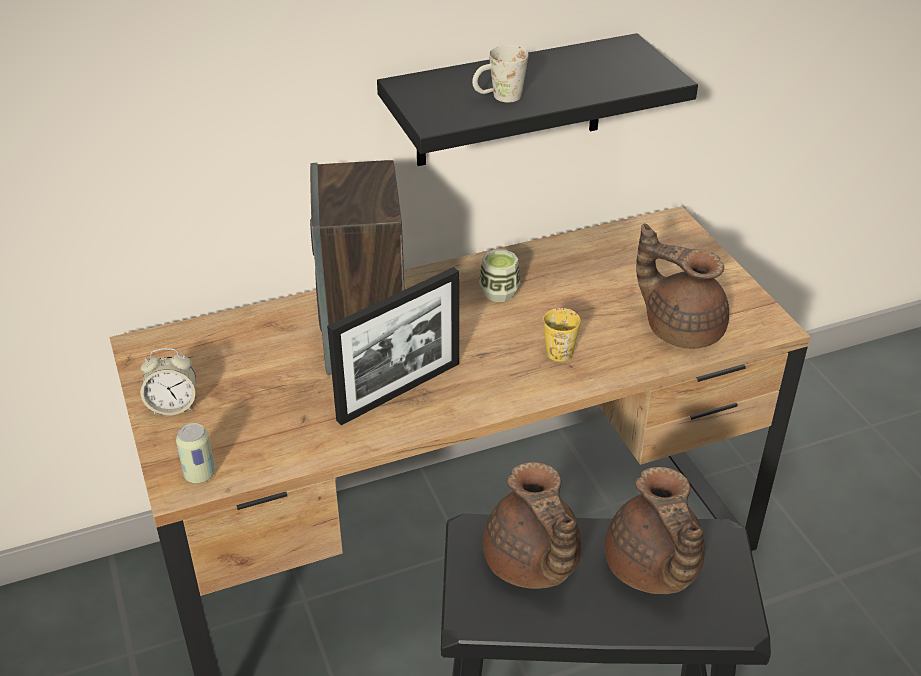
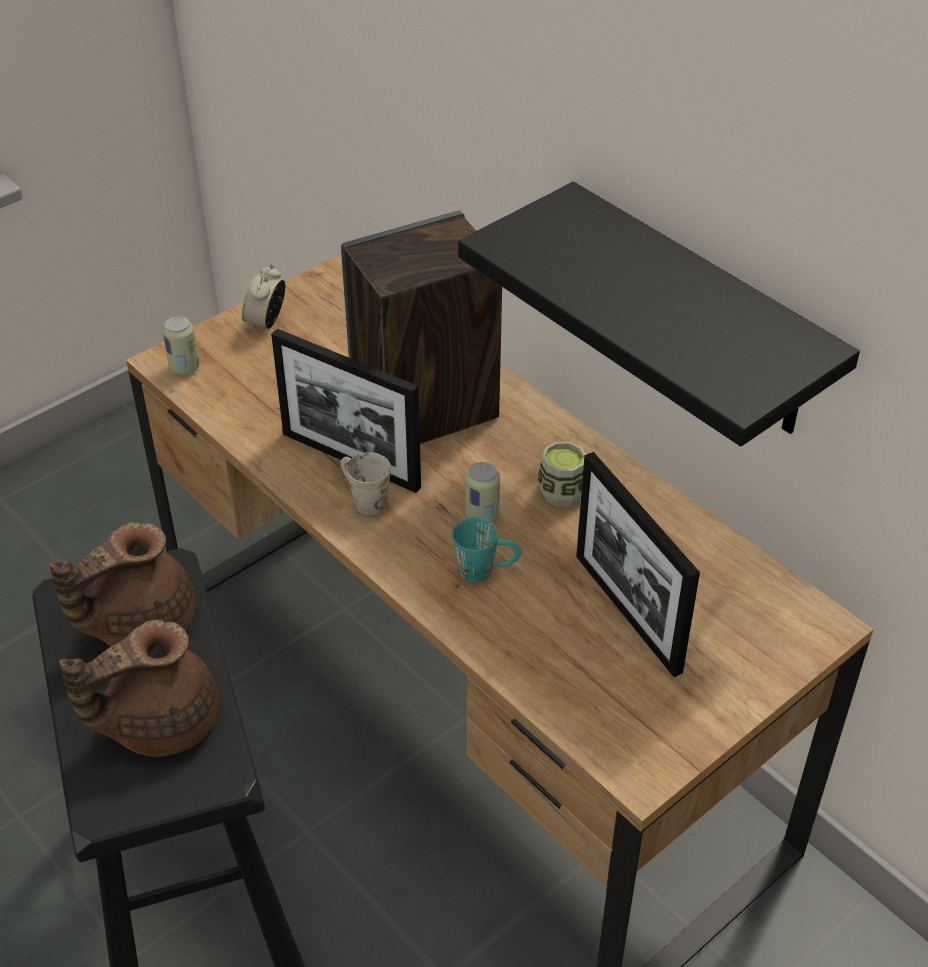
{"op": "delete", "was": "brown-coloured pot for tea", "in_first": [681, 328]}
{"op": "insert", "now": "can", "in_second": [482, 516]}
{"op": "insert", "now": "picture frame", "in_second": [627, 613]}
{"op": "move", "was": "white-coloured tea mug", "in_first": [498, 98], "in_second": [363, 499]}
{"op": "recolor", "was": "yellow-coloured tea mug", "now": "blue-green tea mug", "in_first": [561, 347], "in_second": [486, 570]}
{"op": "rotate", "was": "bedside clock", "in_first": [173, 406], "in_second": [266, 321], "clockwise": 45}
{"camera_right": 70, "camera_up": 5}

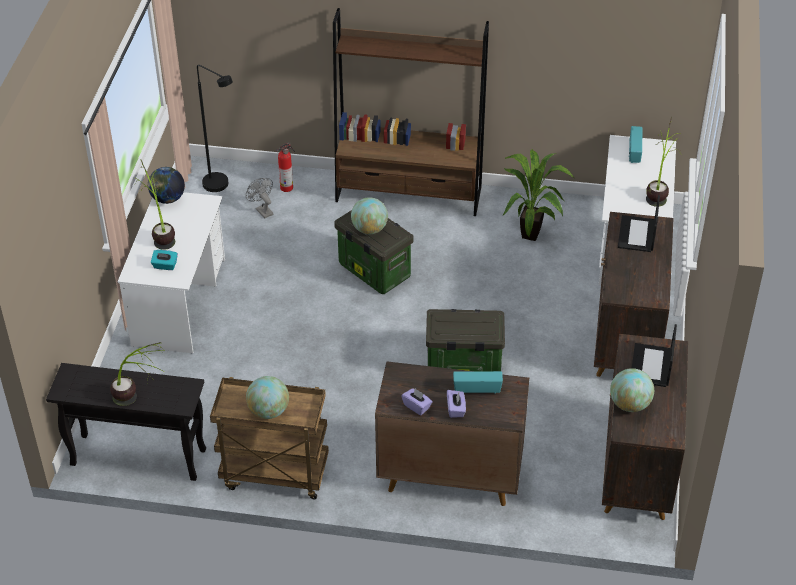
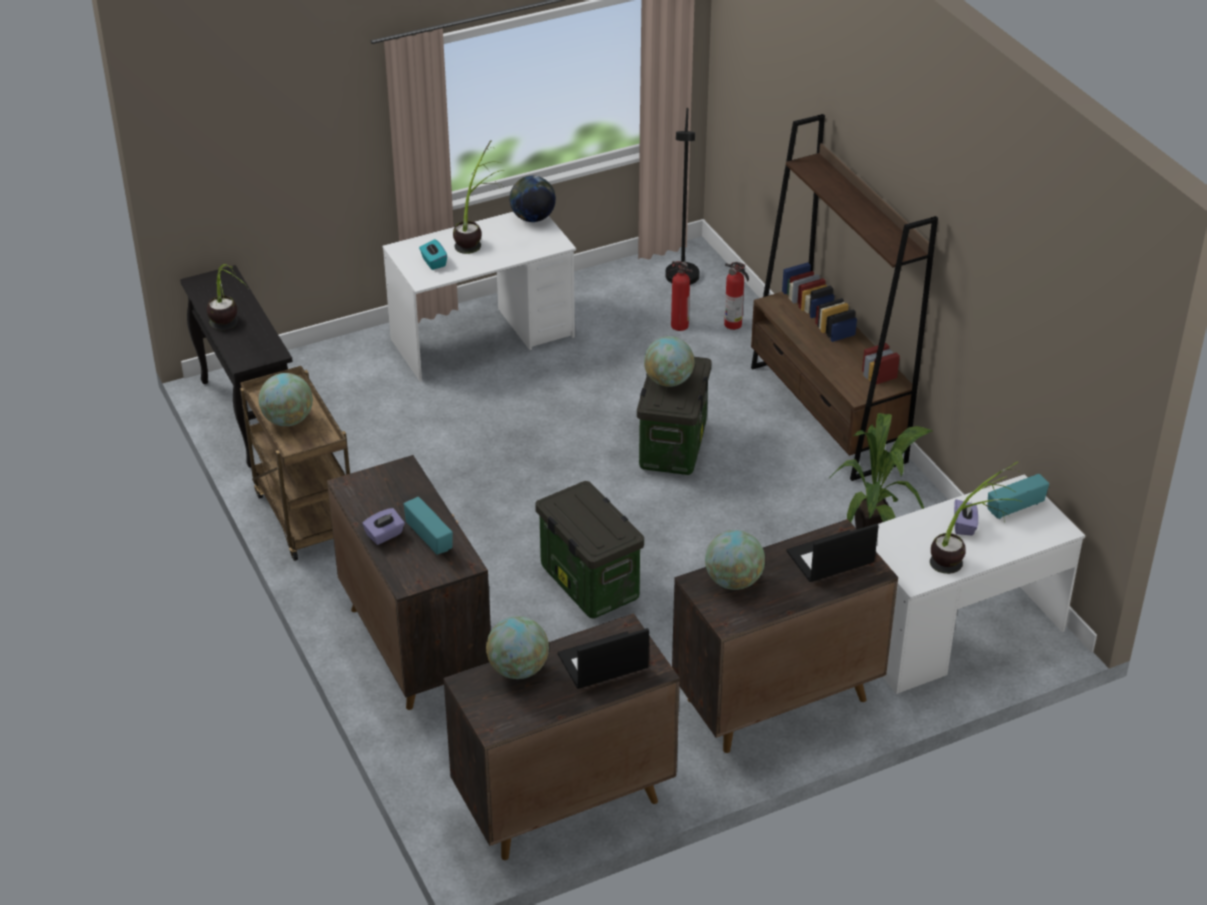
{"op": "insert", "now": "globe", "in_second": [733, 581]}
{"op": "move", "was": "purple tissue box", "in_first": [417, 406], "in_second": [964, 526]}
{"op": "replace", "was": "greyish electric fan", "now": "fire-fighting cylinder", "in_first": [262, 210], "in_second": [678, 325]}
{"camera_right": 55, "camera_up": -5}

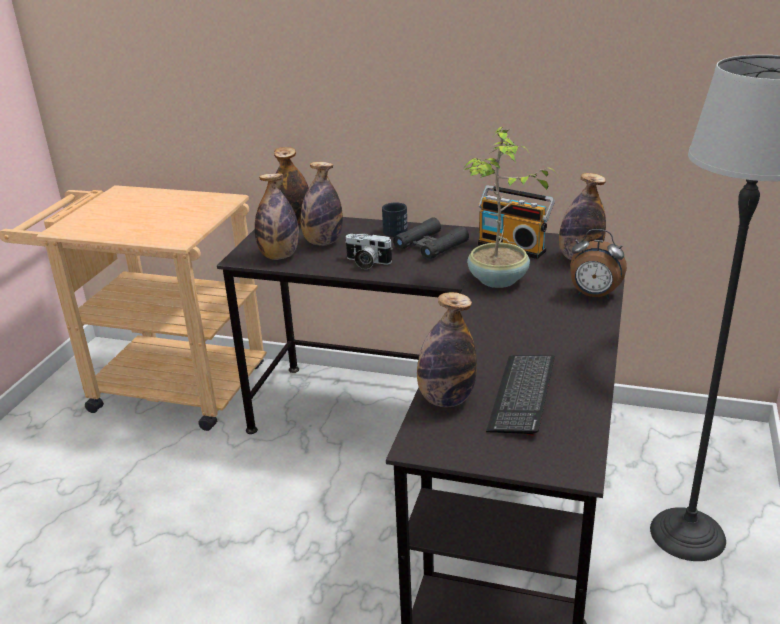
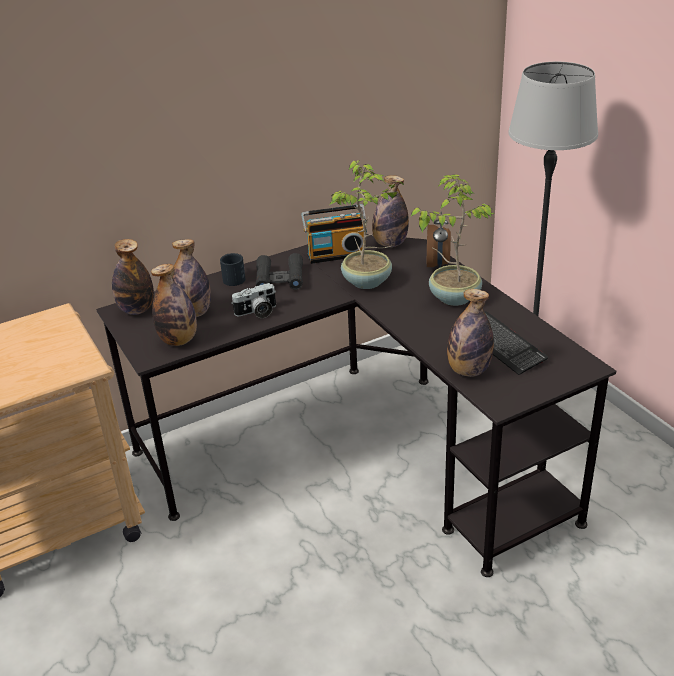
{"op": "insert", "now": "houseplant", "in_second": [453, 297]}
{"op": "rotate", "was": "bedside clock", "in_first": [594, 295], "in_second": [438, 264], "clockwise": -60}
{"camera_right": -45, "camera_up": 5}

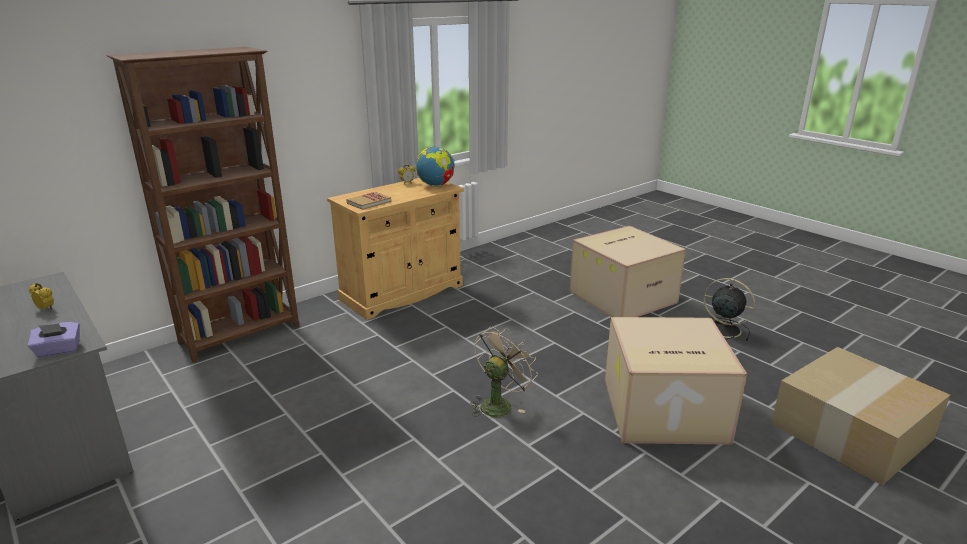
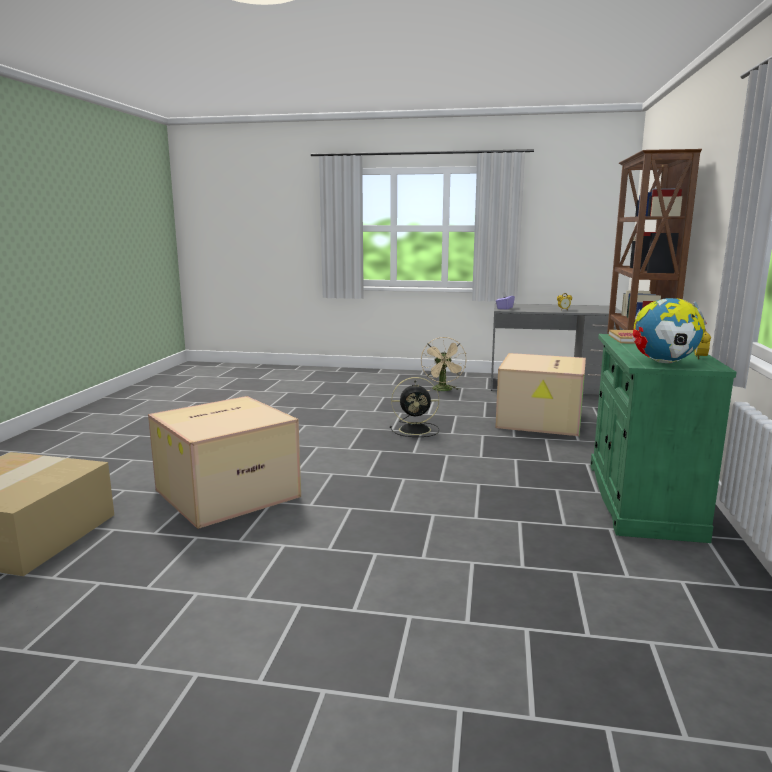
{"op": "move", "was": "sand-coloured electric fan", "in_first": [499, 403], "in_second": [443, 390]}
{"op": "move", "was": "carton", "in_first": [623, 296], "in_second": [541, 420]}
{"op": "move", "was": "black-coloured electric fan", "in_first": [722, 329], "in_second": [416, 430]}
{"op": "recolor", "was": "sand-coloured cupboard", "now": "green-coloured cupboard", "in_first": [402, 292], "in_second": [641, 499]}
{"camera_right": 140, "camera_up": -10}

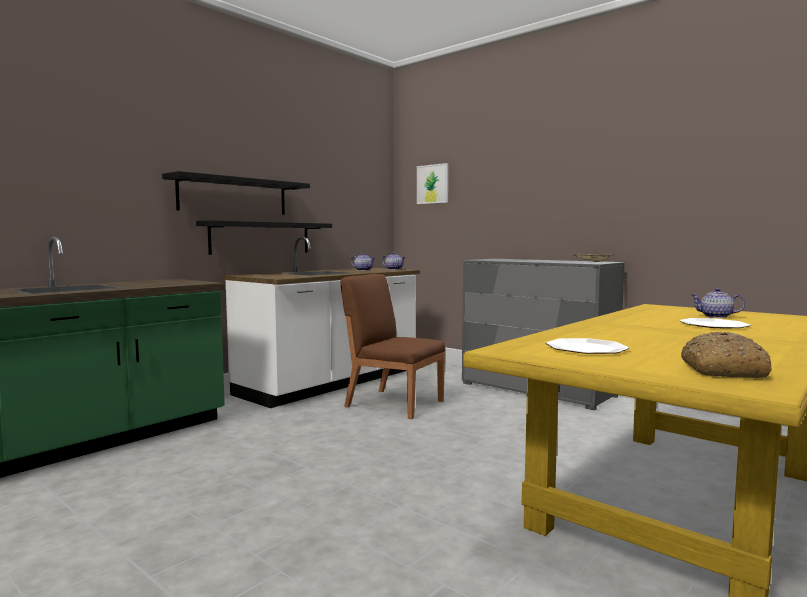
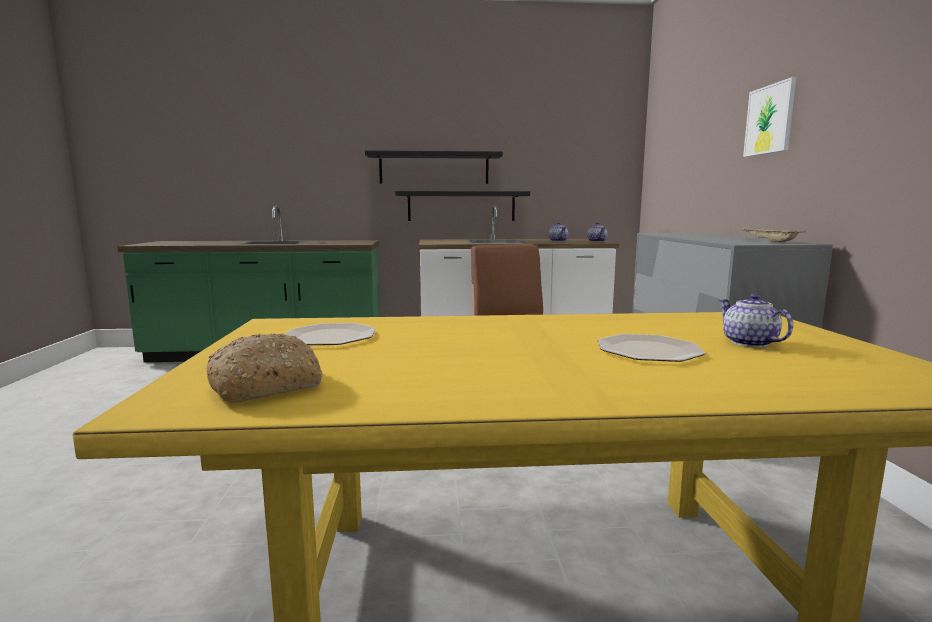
{"op": "move", "was": "picture", "in_first": [432, 184], "in_second": [769, 119]}
{"camera_right": 45, "camera_up": 5}

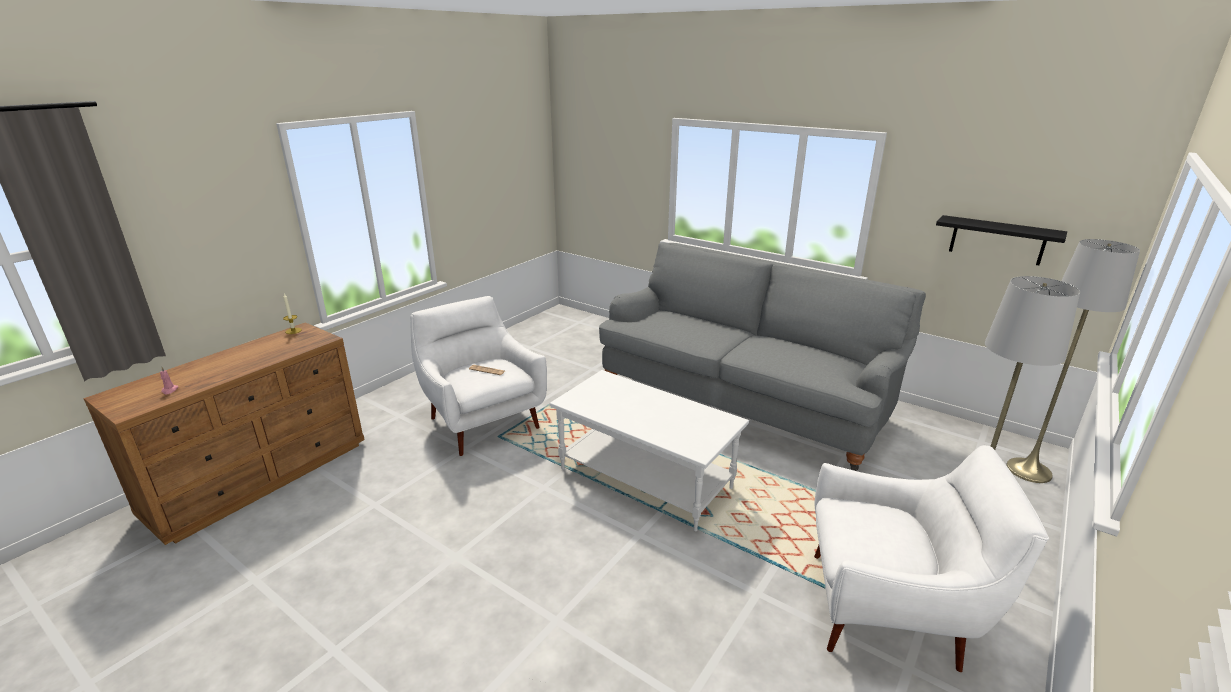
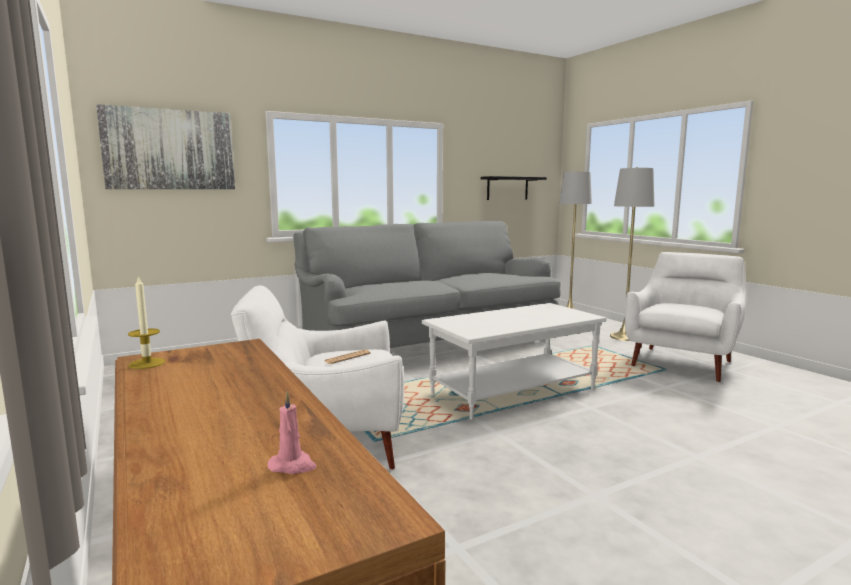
{"op": "insert", "now": "picture", "in_second": [170, 149]}
{"camera_right": -65, "camera_up": -15}

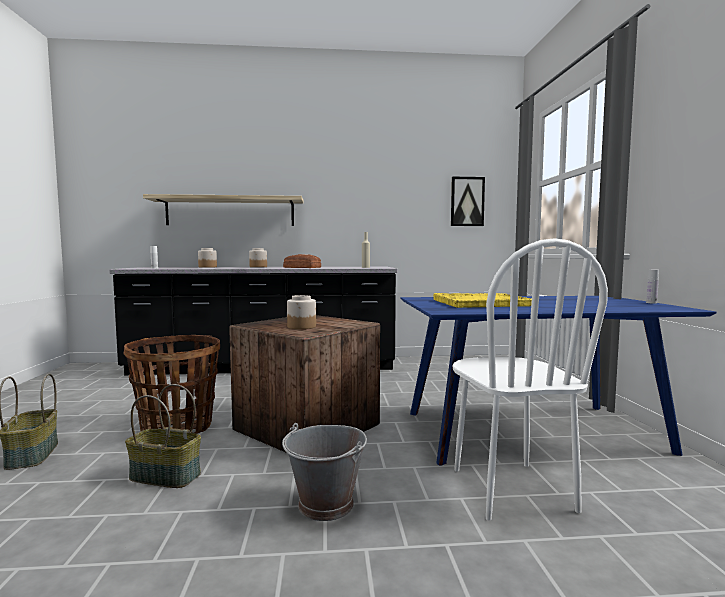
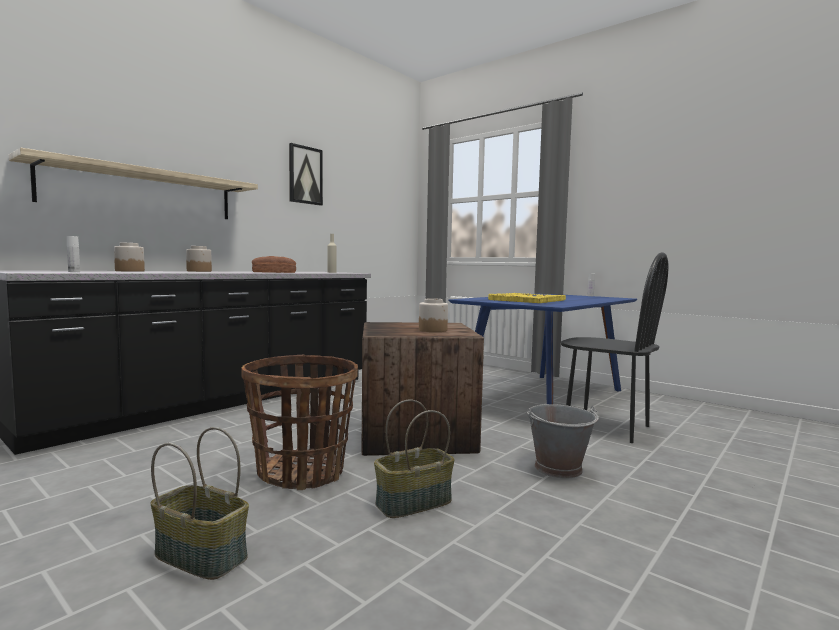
{"op": "move", "was": "picture", "in_first": [467, 201], "in_second": [305, 175]}
{"op": "recolor", "was": "white-coloured plain chair", "now": "black-coloured plain chair", "in_first": [510, 489], "in_second": [606, 427]}
{"camera_right": -45, "camera_up": 0}

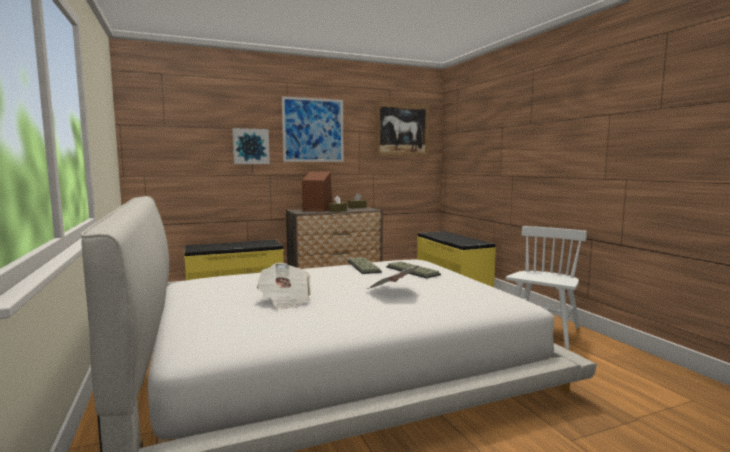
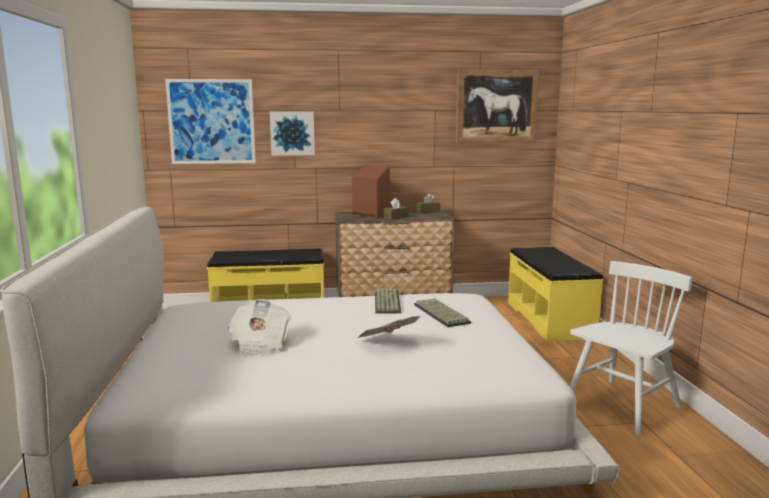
{"op": "move", "was": "picture", "in_first": [313, 130], "in_second": [211, 121]}
{"camera_right": 15, "camera_up": 5}

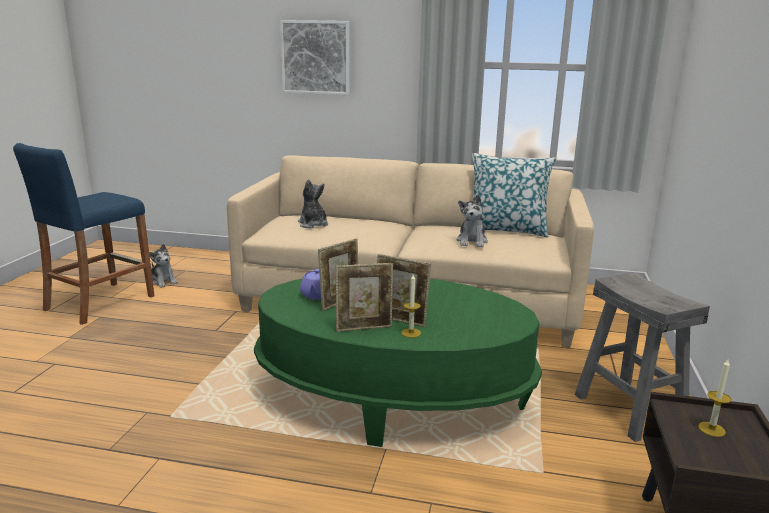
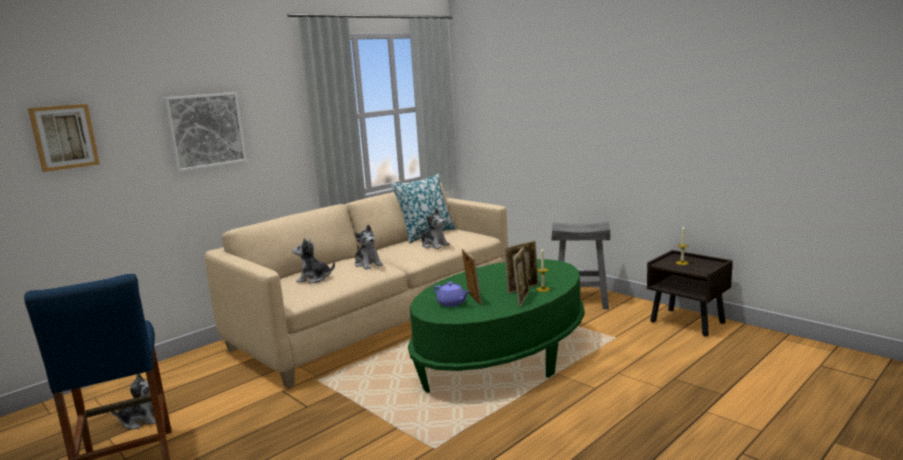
{"op": "insert", "now": "picture", "in_second": [64, 137]}
{"op": "insert", "now": "cuddly toy", "in_second": [368, 264]}
{"camera_right": -55, "camera_up": -5}

